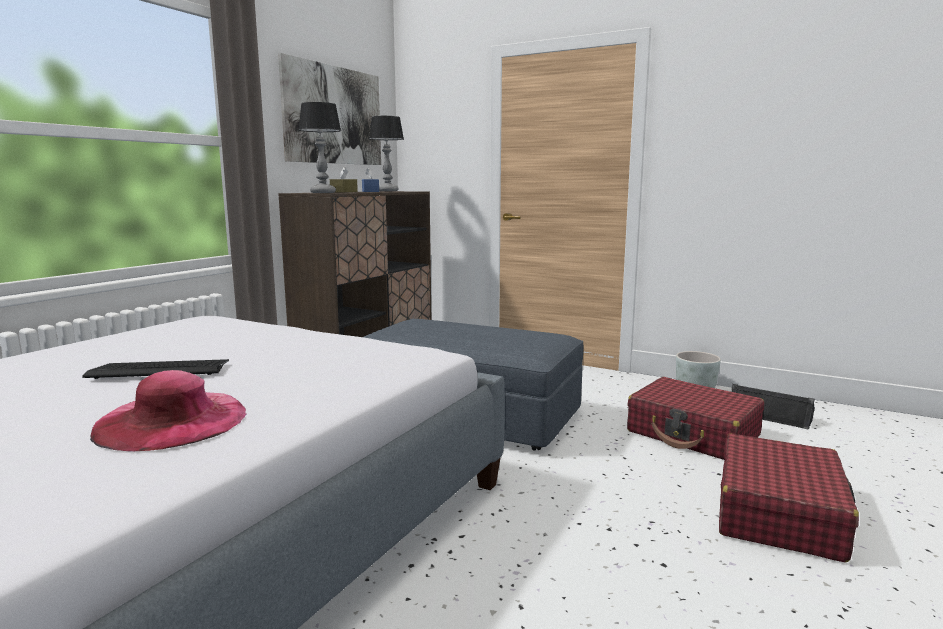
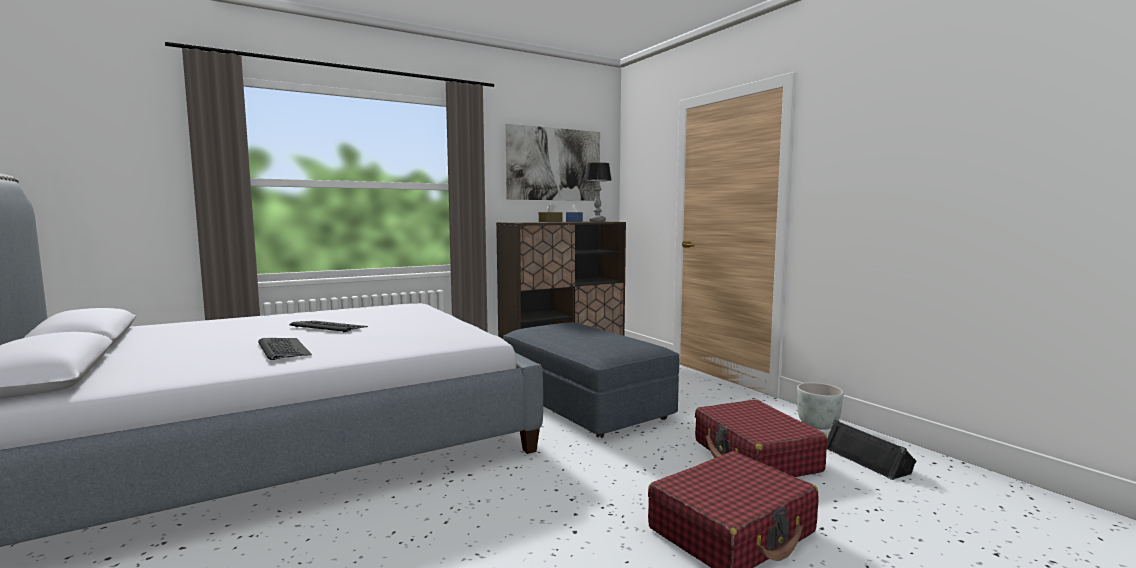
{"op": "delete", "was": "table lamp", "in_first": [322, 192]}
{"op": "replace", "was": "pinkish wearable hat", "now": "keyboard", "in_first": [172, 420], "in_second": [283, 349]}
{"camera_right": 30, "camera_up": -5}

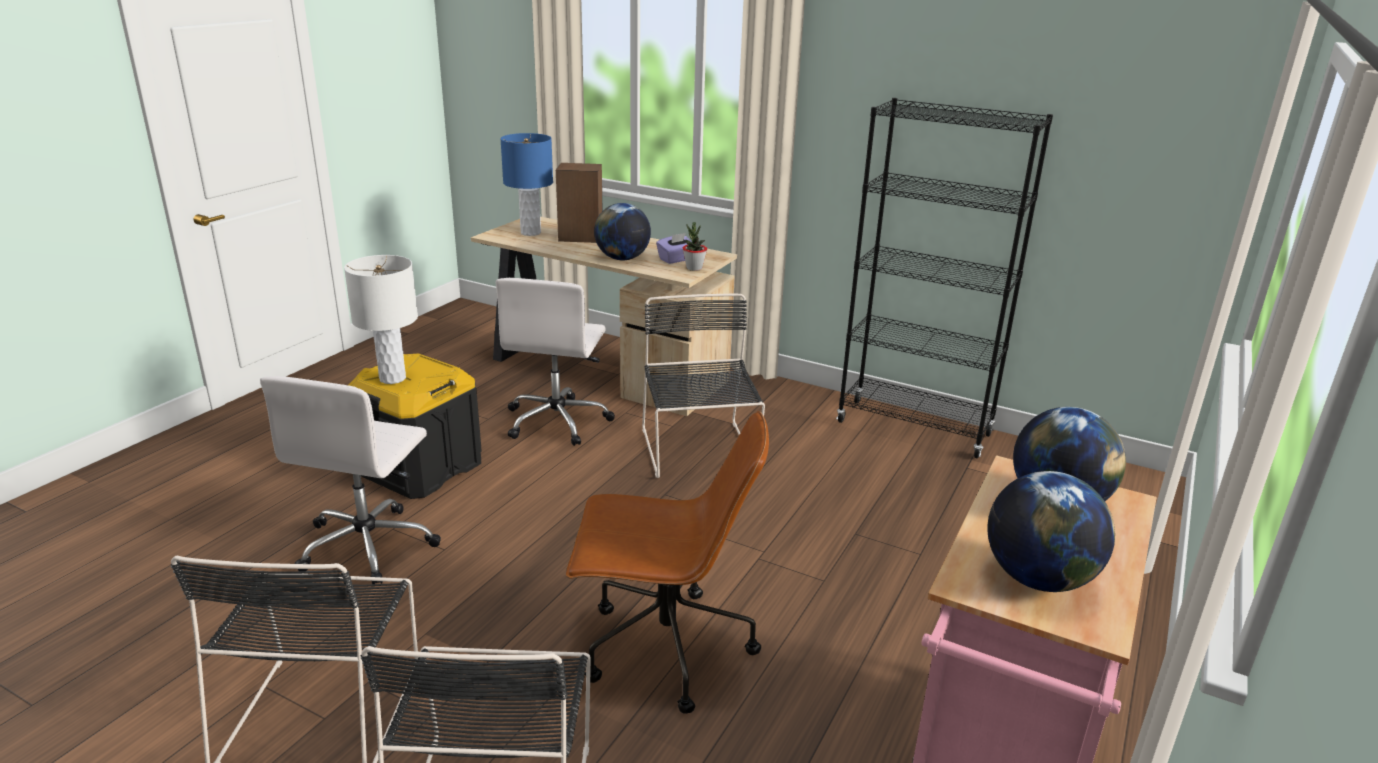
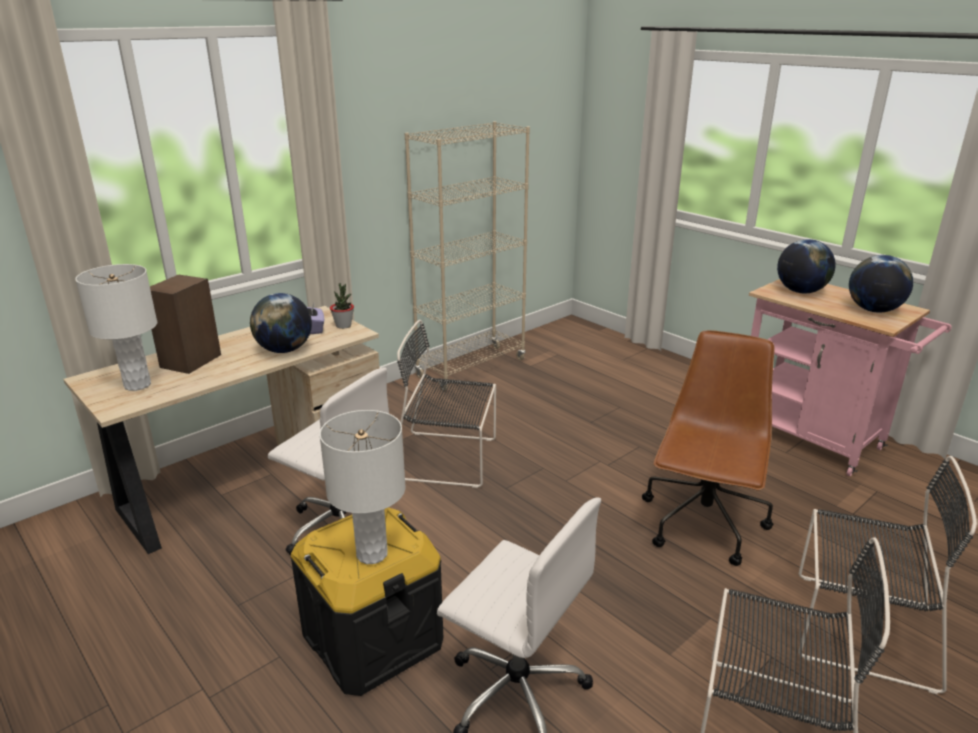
{"op": "recolor", "was": "blue table lamp", "now": "white-coloured table lamp", "in_first": [531, 233], "in_second": [137, 385]}
{"op": "recolor", "was": "black-coloured shelving unit", "now": "sand-coloured shelving unit", "in_first": [914, 428], "in_second": [471, 368]}
{"camera_right": -70, "camera_up": 0}

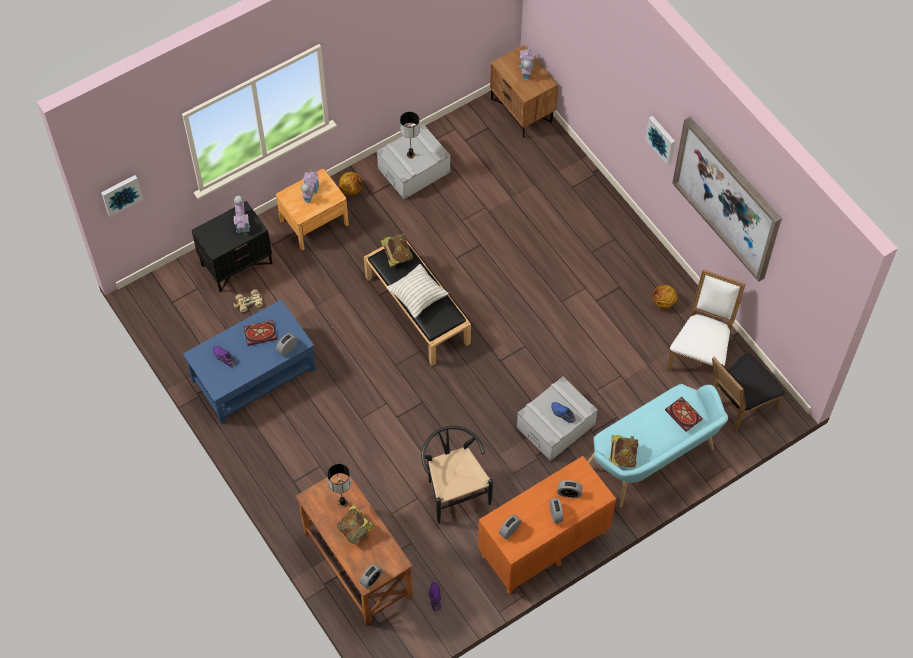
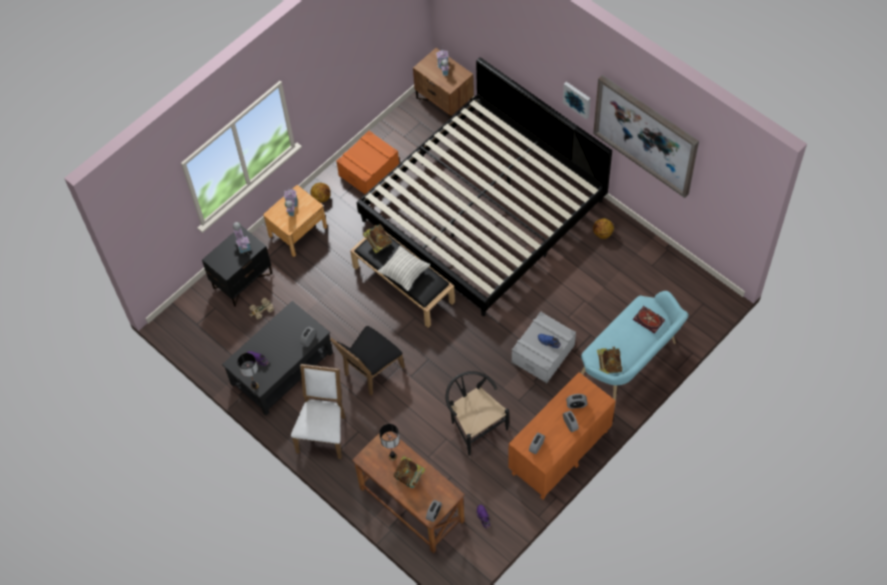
{"op": "delete", "was": "picture", "in_first": [121, 194]}
{"op": "delete", "was": "book", "in_first": [261, 333]}
{"op": "insert", "now": "bed", "in_second": [483, 210]}
{"op": "move", "was": "table lamp", "in_first": [410, 155], "in_second": [254, 386]}
{"op": "move", "was": "white-coloured plain chair", "in_first": [700, 355], "in_second": [324, 431]}
{"op": "move", "was": "black-coloured plain chair", "in_first": [737, 406], "in_second": [370, 372]}
{"op": "recolor", "was": "blue coffee table", "now": "black-coloured coffee table", "in_first": [253, 374], "in_second": [281, 368]}
{"op": "recolor", "was": "greyish storage box", "now": "orangey storage box", "in_first": [414, 170], "in_second": [369, 170]}
{"camera_right": -10, "camera_up": 0}

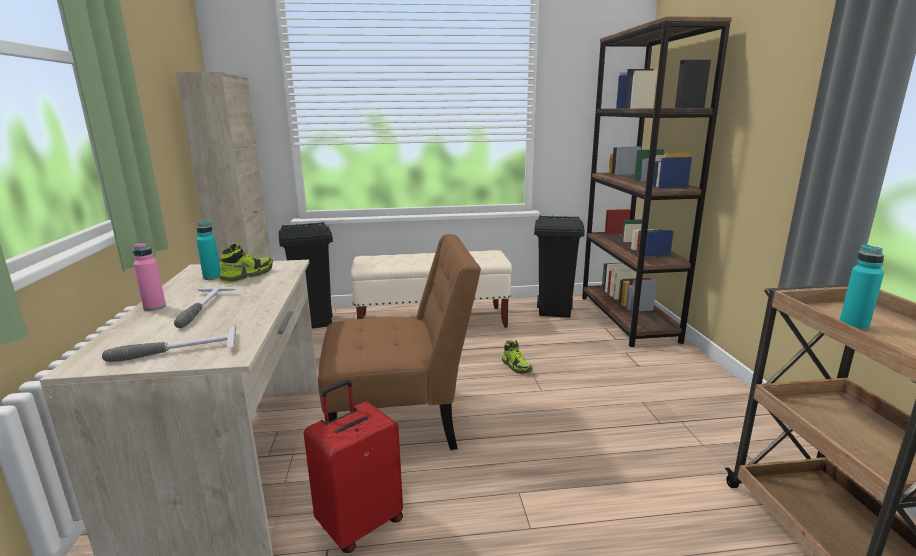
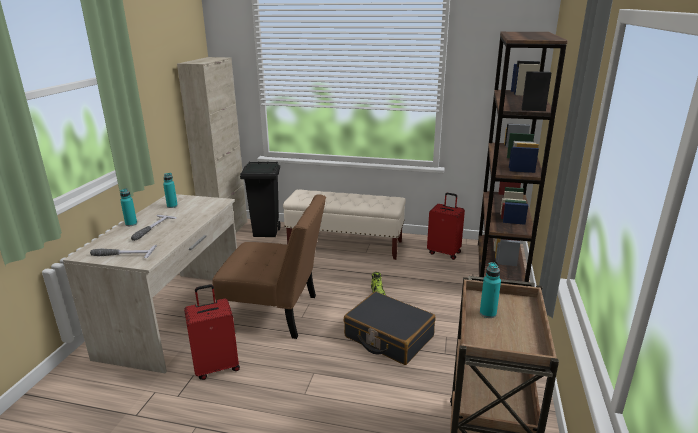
{"op": "delete", "was": "item of footwear", "in_first": [248, 276]}
{"op": "insert", "now": "black-coloured suitcase", "in_second": [388, 337]}
{"op": "replace", "was": "black-coloured rubbish bin", "now": "red-coloured suitcase", "in_first": [555, 312], "in_second": [444, 252]}
{"op": "recolor", "was": "pinkish drink bottle", "now": "blue-green drink bottle", "in_first": [154, 307], "in_second": [131, 224]}
{"camera_right": 20, "camera_up": 5}

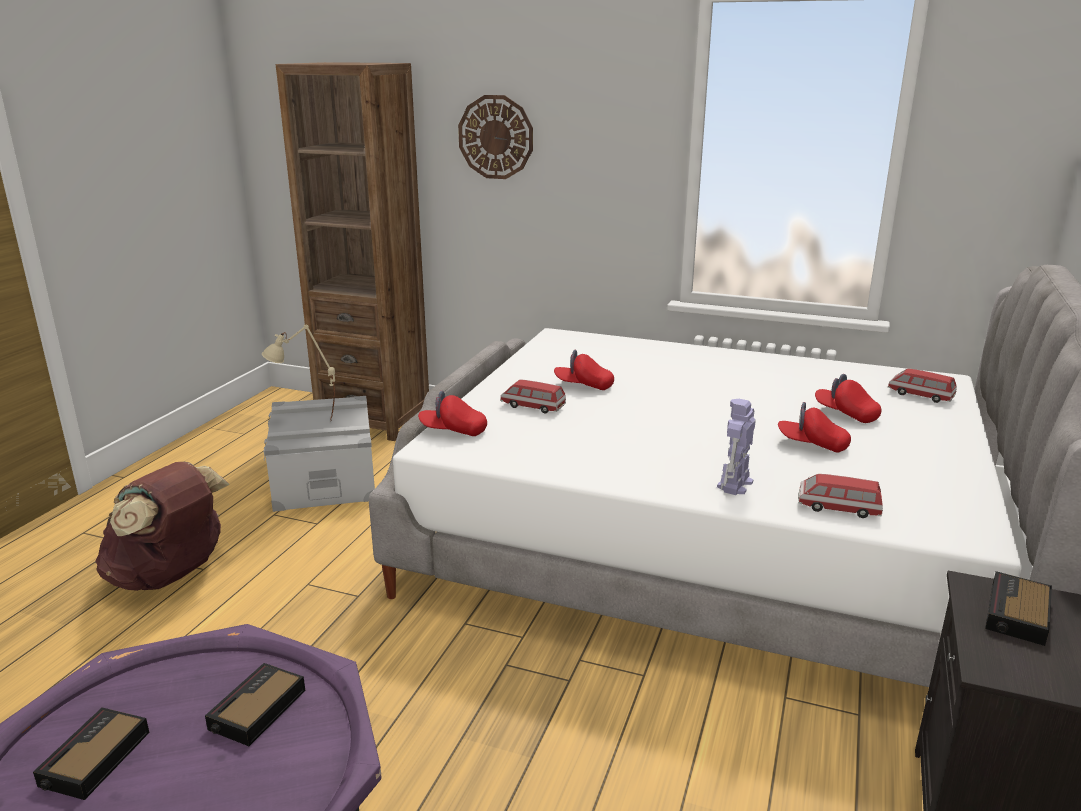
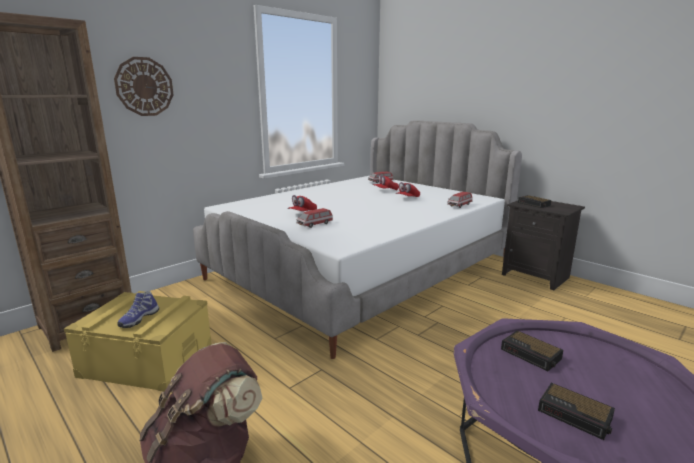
{"op": "delete", "was": "red-coloured cap", "in_first": [453, 431]}
{"op": "delete", "was": "robot figure", "in_first": [734, 485]}
{"op": "replace", "was": "sand-coloured table lamp", "now": "item of footwear", "in_first": [306, 425], "in_second": [138, 319]}
{"op": "recolor", "was": "greyish storage box", "now": "yellow-coloured storage box", "in_first": [325, 477], "in_second": [147, 359]}
{"camera_right": -65, "camera_up": -5}

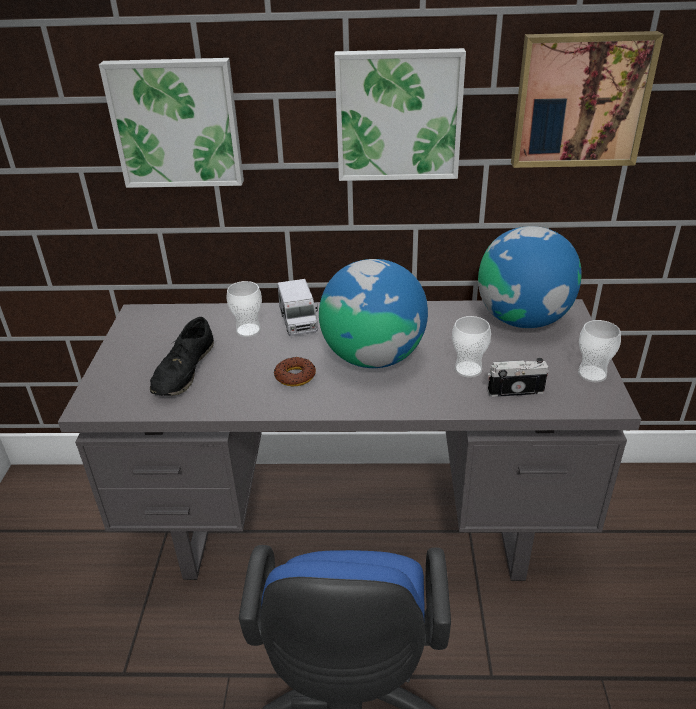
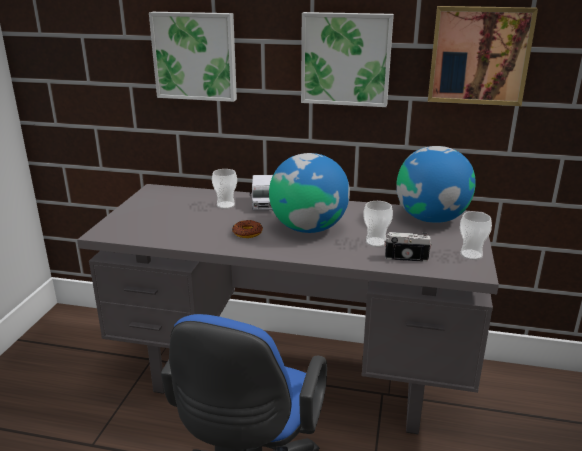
{"op": "delete", "was": "black-coloured item of footwear", "in_first": [184, 370]}
{"camera_right": 10, "camera_up": -10}

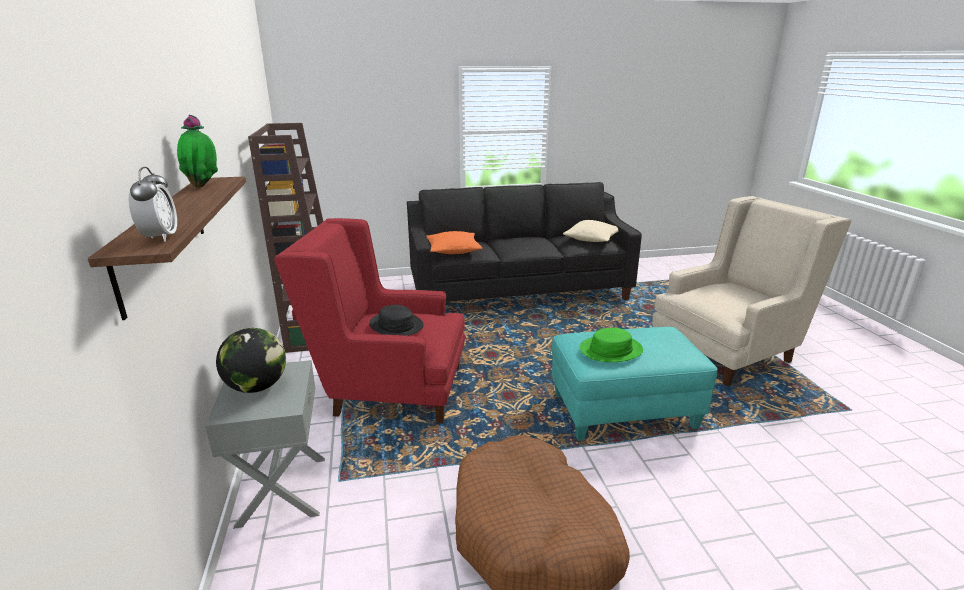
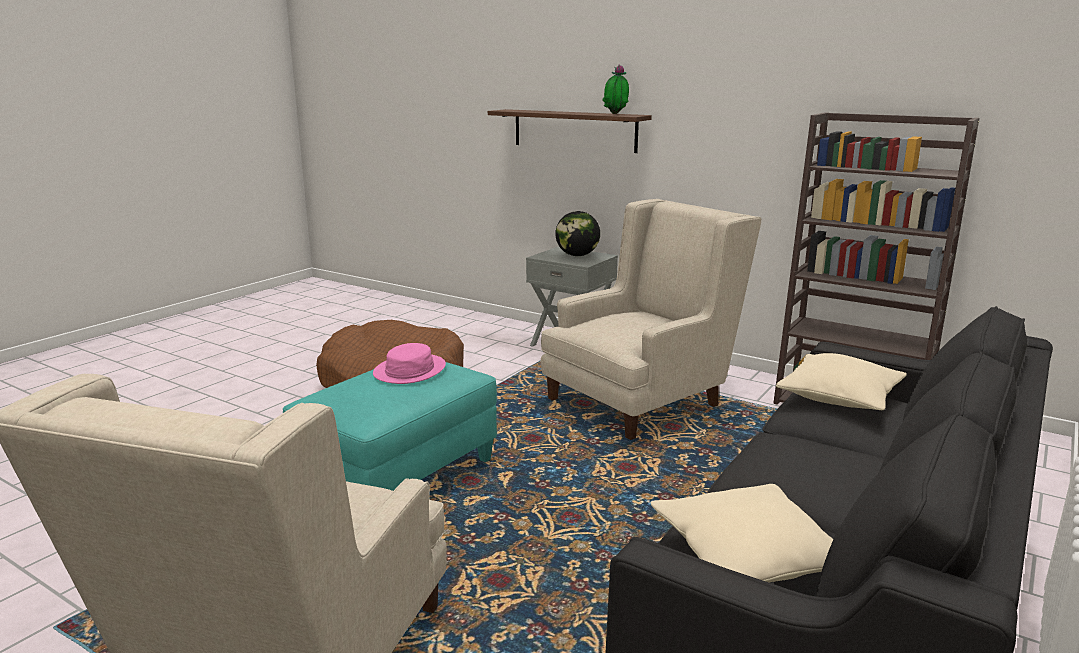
{"op": "delete", "was": "bedside clock", "in_first": [160, 238]}
{"op": "delete", "was": "black-coloured wearable hat", "in_first": [396, 325]}
{"op": "recolor", "was": "red-coloured lounge chair", "now": "sand-coloured lounge chair", "in_first": [388, 389], "in_second": [643, 399]}
{"op": "recolor", "was": "orangey pillow", "now": "sand-coloured pillow", "in_first": [453, 250], "in_second": [839, 397]}
{"op": "recolor", "was": "green-coloured wearable hat", "now": "pinkish wearable hat", "in_first": [611, 350], "in_second": [409, 370]}
{"camera_right": 135, "camera_up": -5}

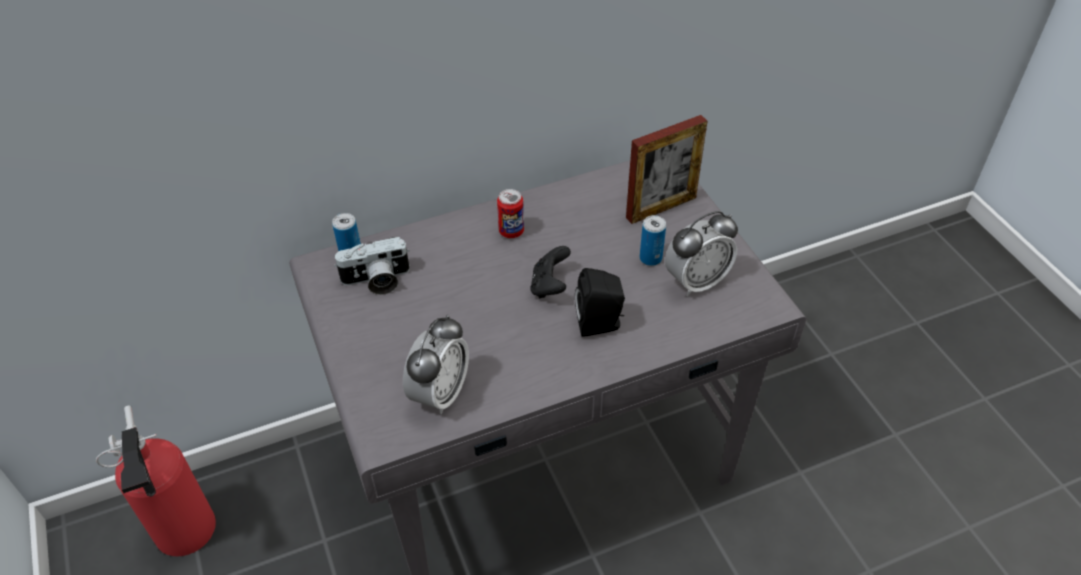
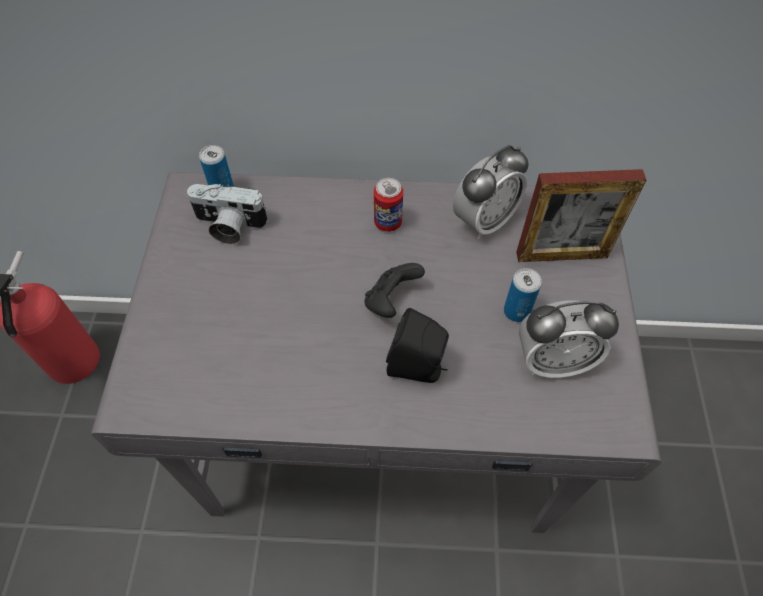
{"op": "move", "was": "bedside clock", "in_first": [440, 393], "in_second": [484, 221]}
{"camera_right": 25, "camera_up": 10}

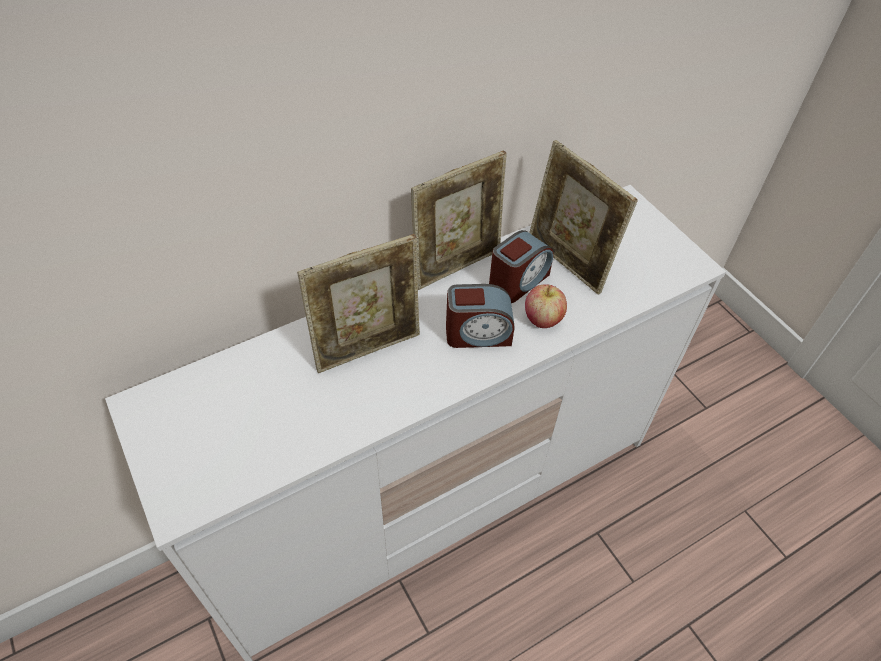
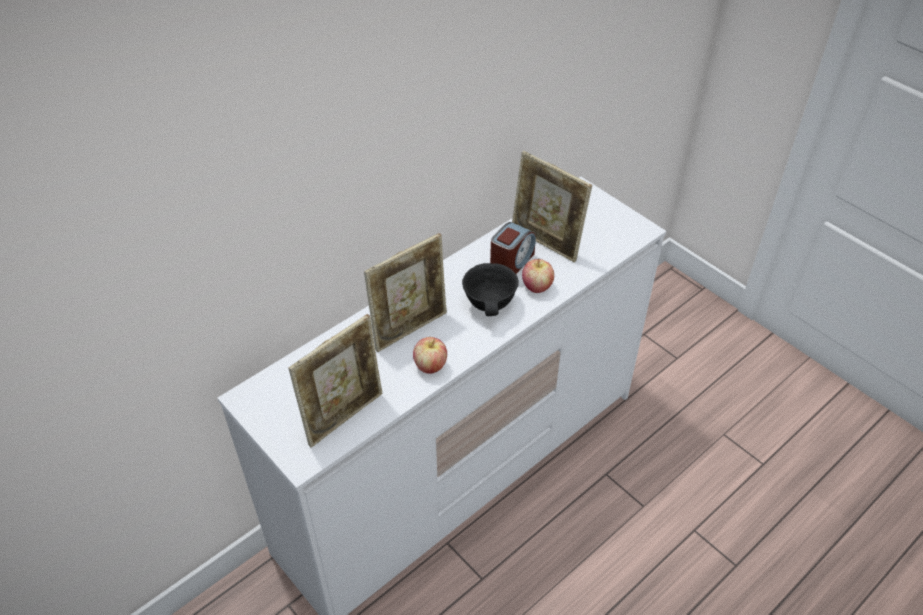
{"op": "insert", "now": "whole apple", "in_second": [430, 366]}
{"op": "move", "was": "picture frame", "in_first": [457, 266], "in_second": [344, 416]}
{"op": "replace", "was": "bedside clock", "now": "black-coloured bowl", "in_first": [478, 333], "in_second": [490, 305]}
{"camera_right": -10, "camera_up": -5}

